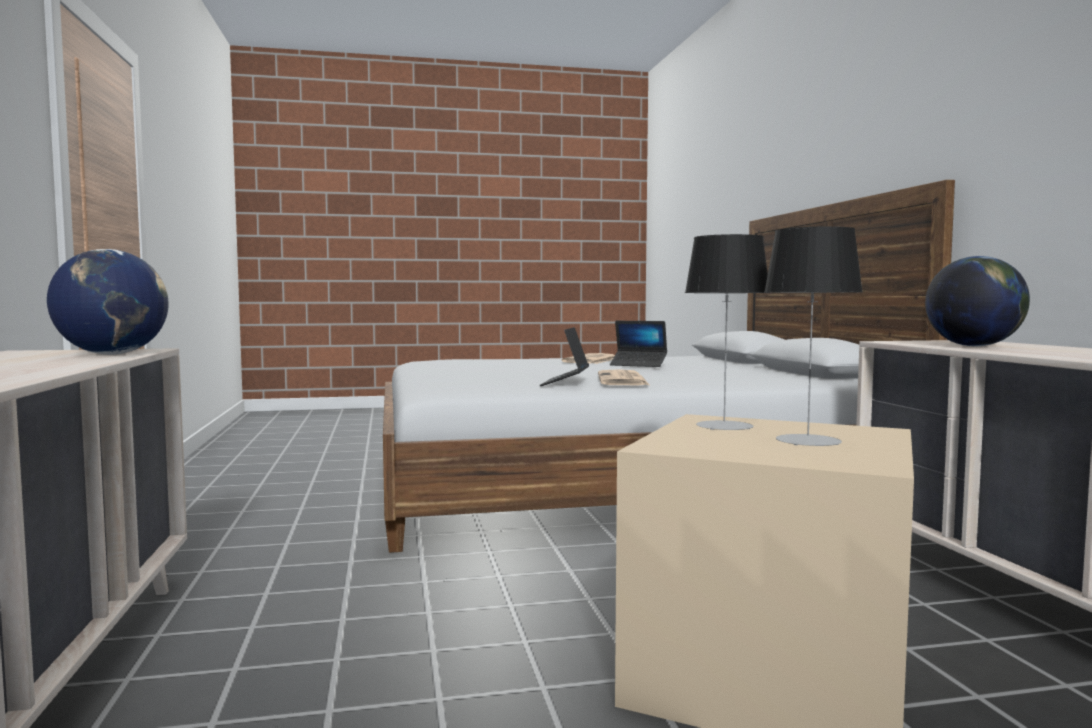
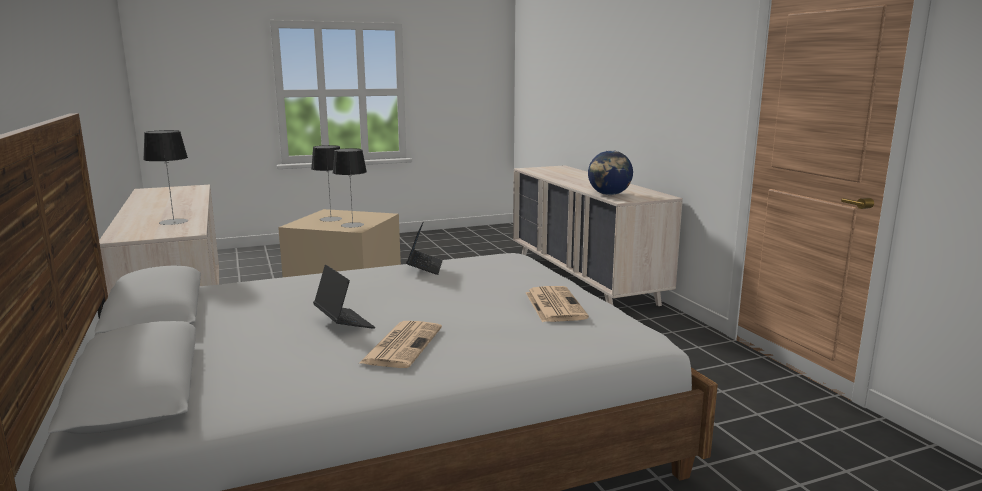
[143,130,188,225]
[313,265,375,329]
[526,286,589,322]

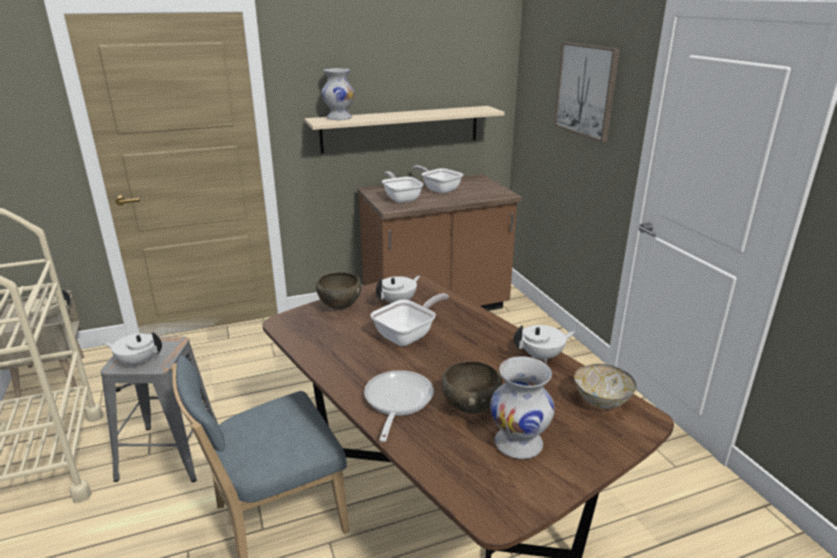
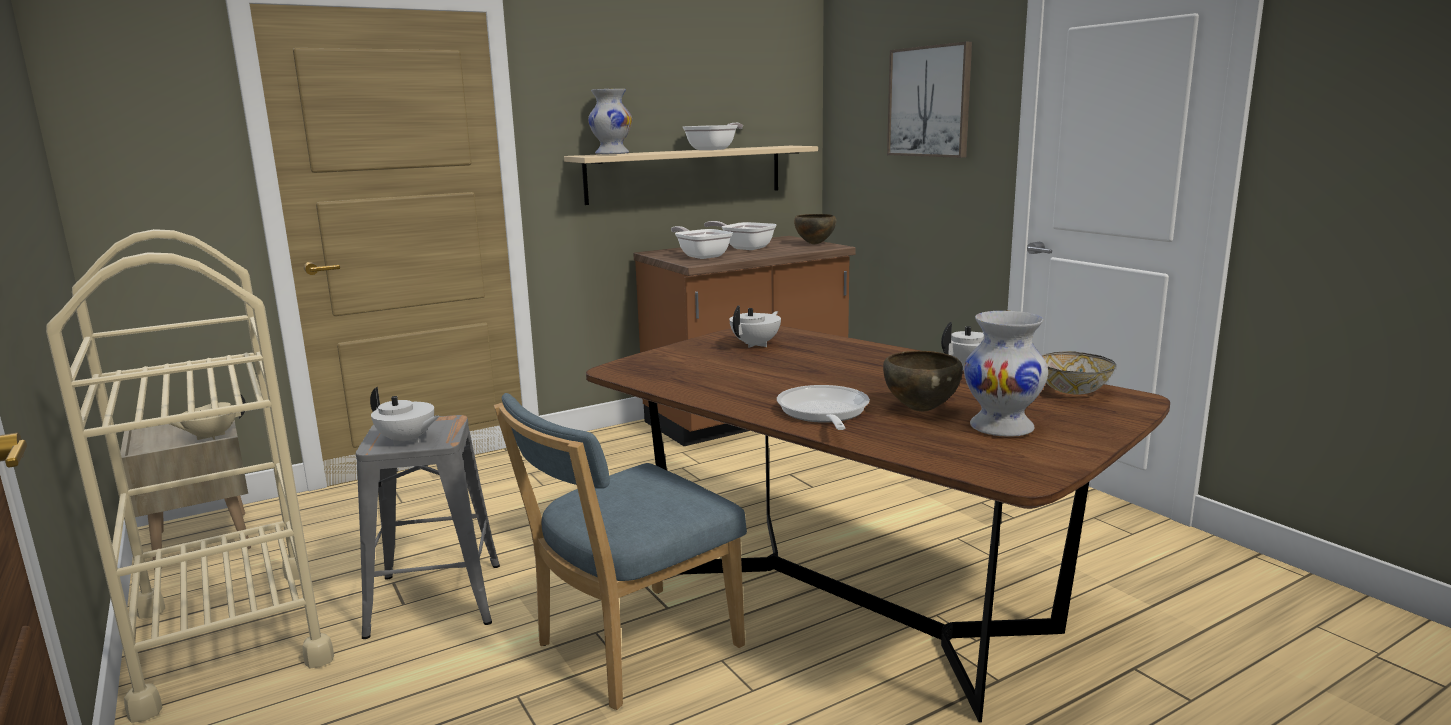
[370,387,439,446]
[683,123,743,150]
[794,214,836,244]

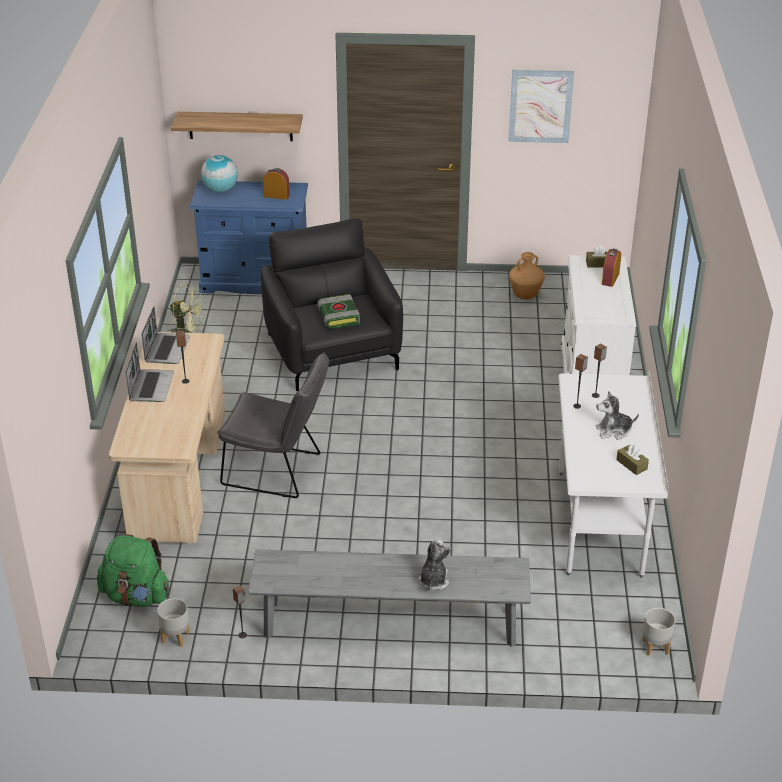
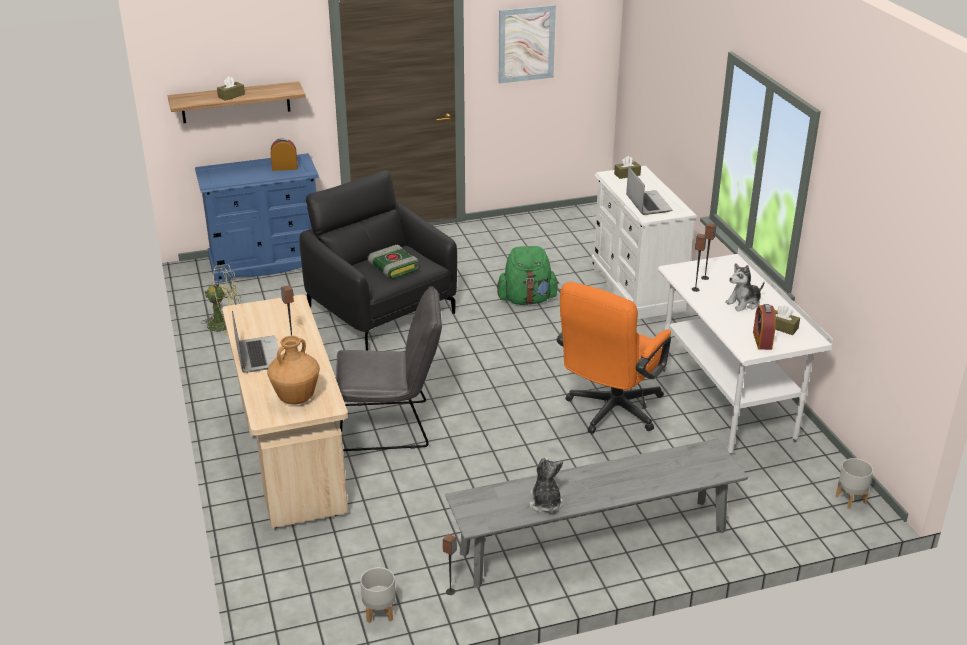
[217,76,245,101]
[267,336,320,404]
[497,246,559,305]
[529,457,563,512]
[557,282,671,434]
[626,166,672,215]
[753,304,776,350]
[201,155,238,192] (first image)

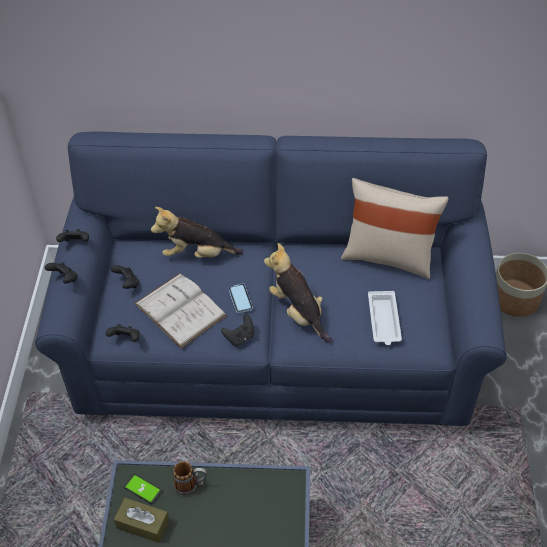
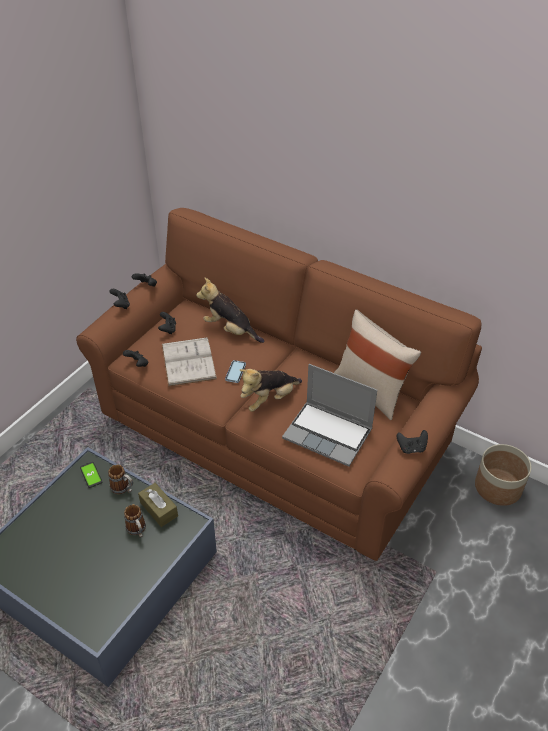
[76,208,482,561]
[124,504,146,537]
[138,483,178,527]
[240,369,302,412]
[282,364,377,467]
[397,430,428,454]

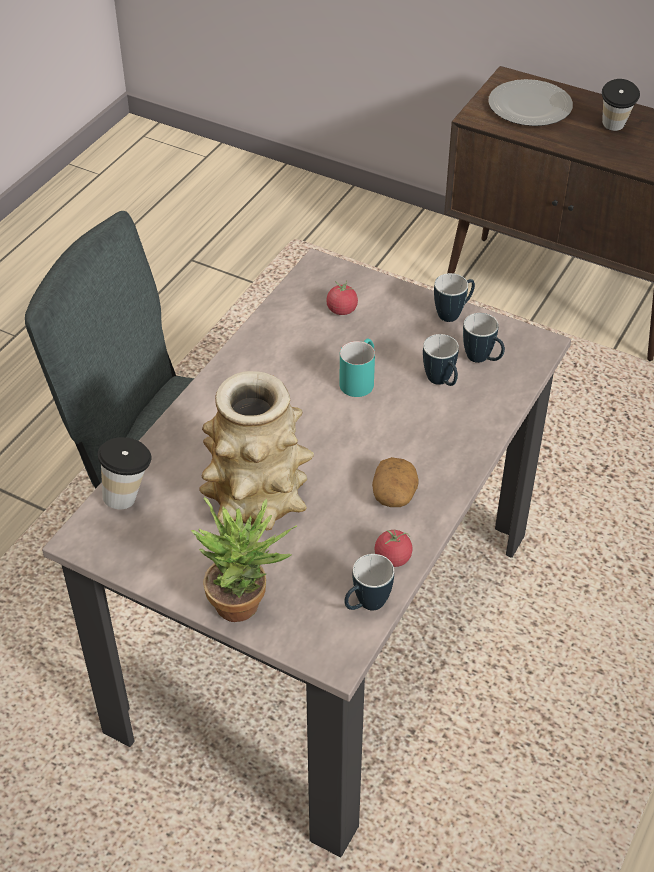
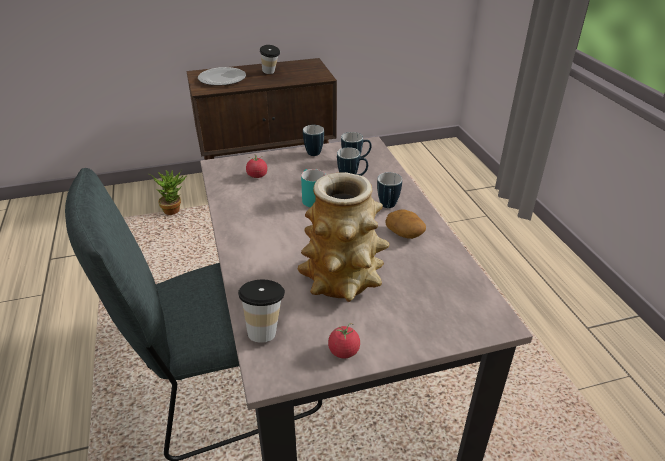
[149,170,186,215]
[328,323,360,358]
[377,172,402,208]

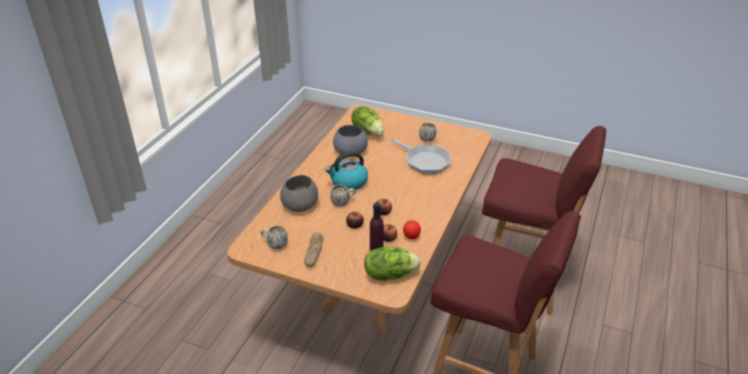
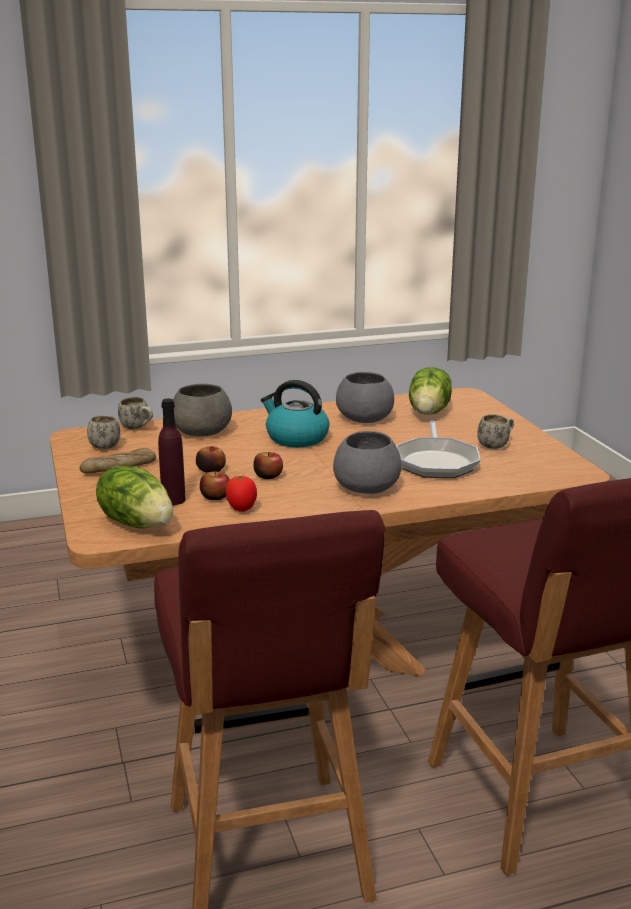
[118,396,153,430]
[333,431,401,494]

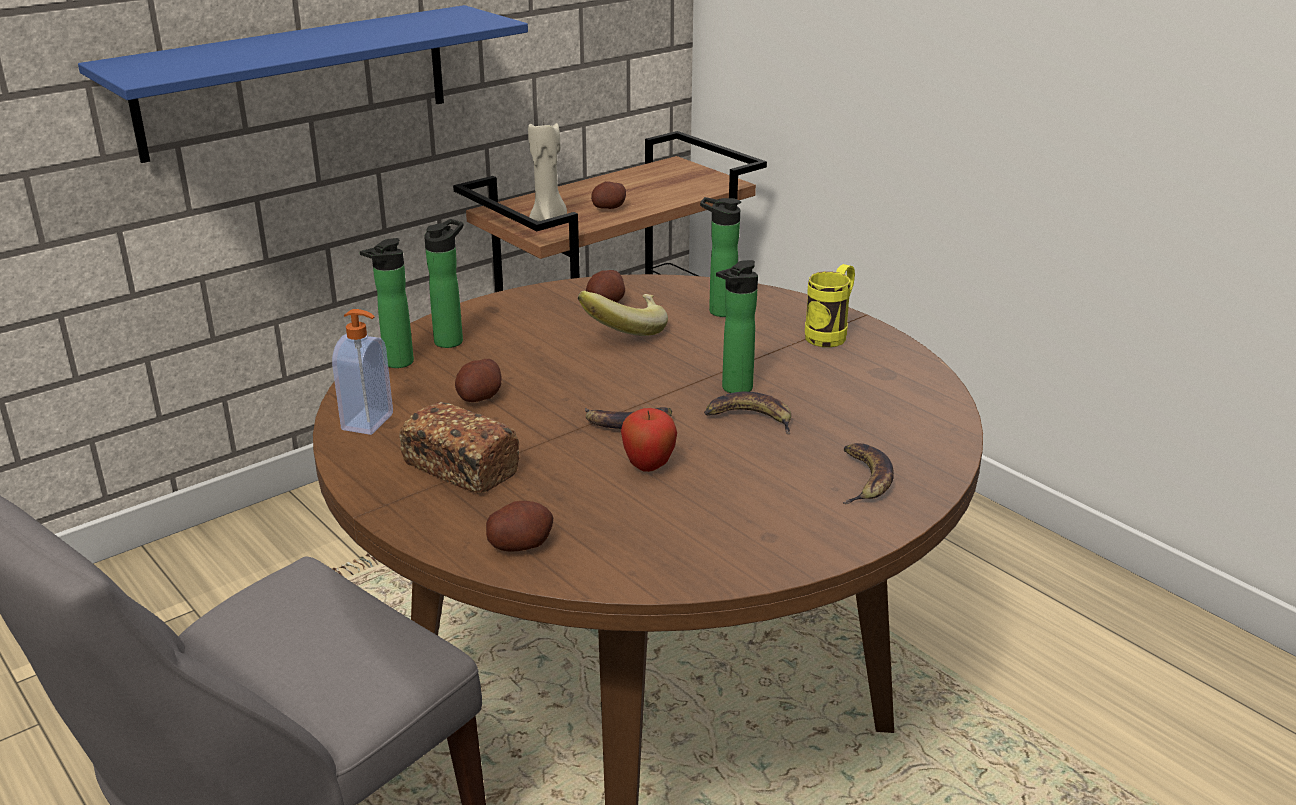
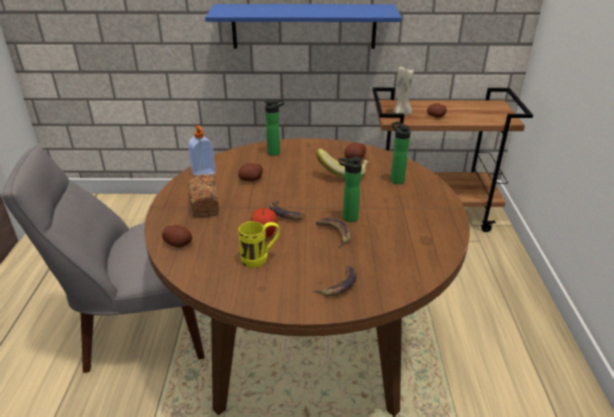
[238,221,280,268]
[360,238,414,368] (first image)

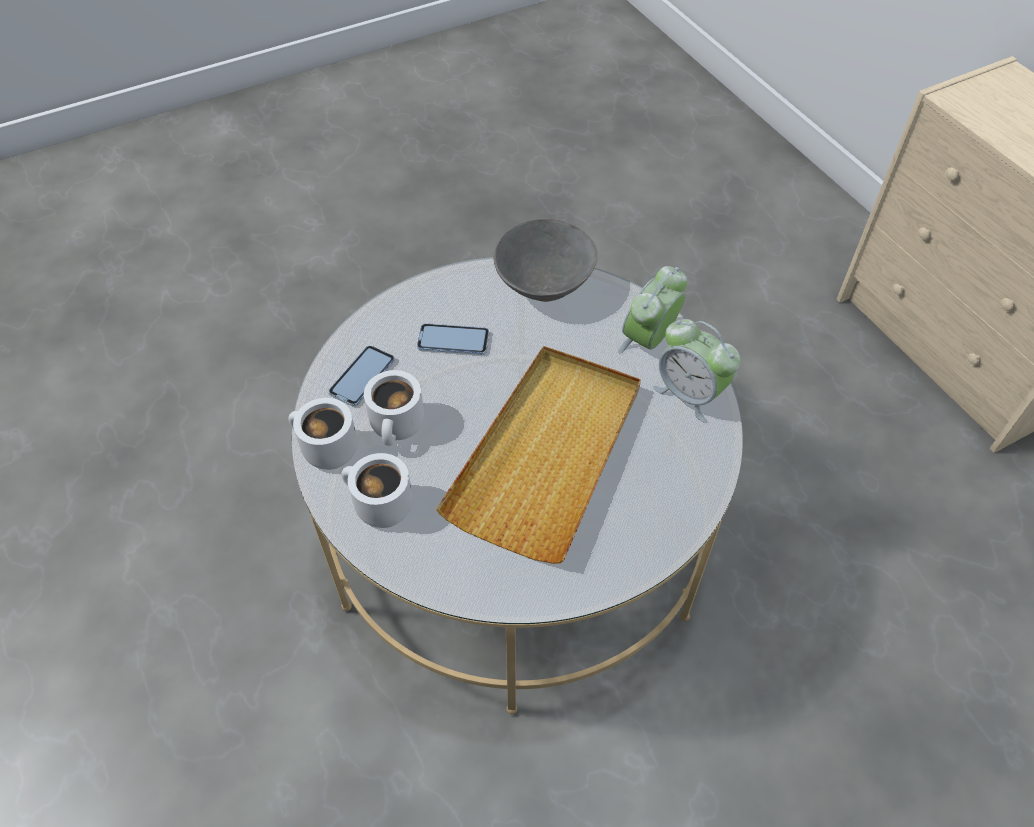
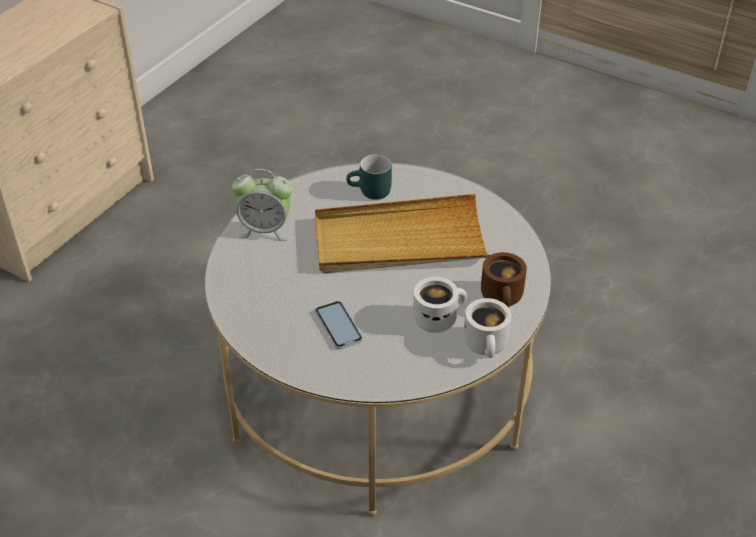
[346,154,392,200]
[481,252,527,308]
[328,346,395,406] (first image)
[493,219,598,302] (first image)
[653,319,741,423] (first image)

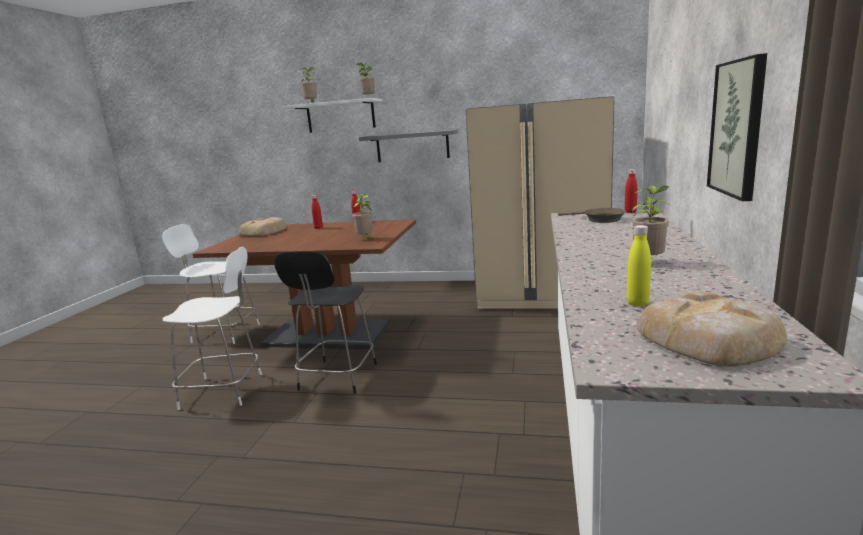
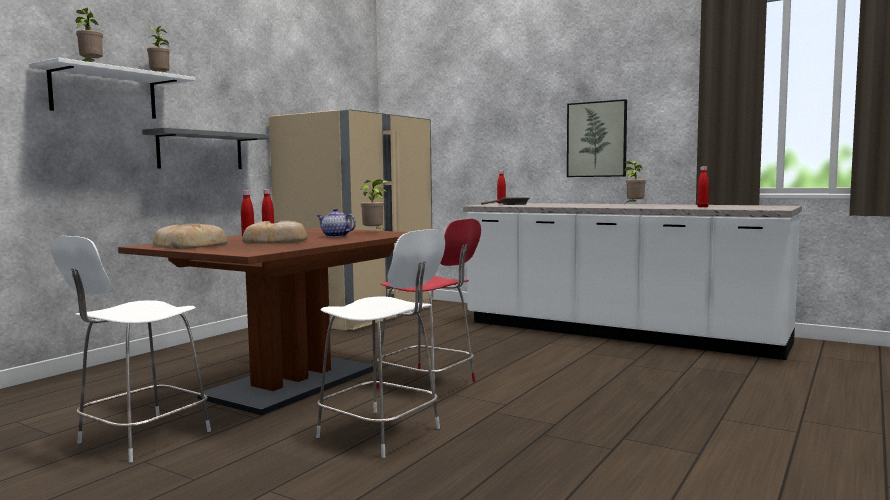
[242,221,308,244]
[316,229,445,458]
[317,208,356,237]
[376,219,481,393]
[697,166,709,207]

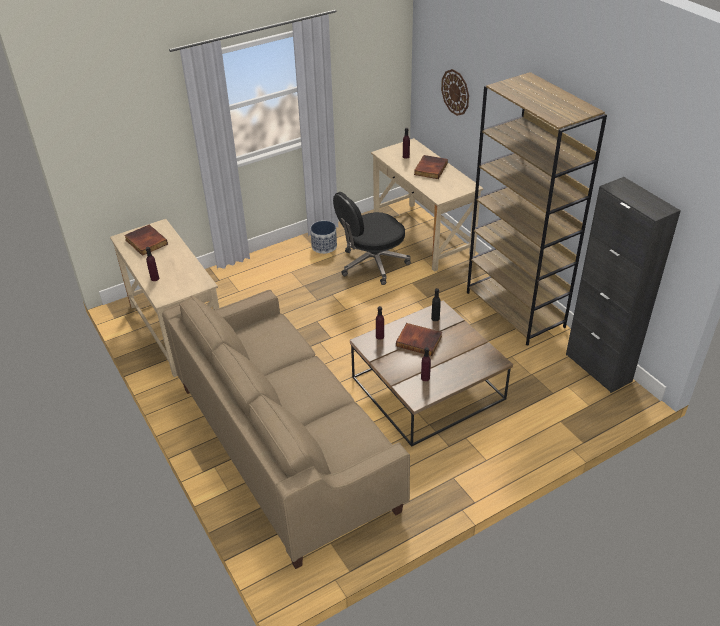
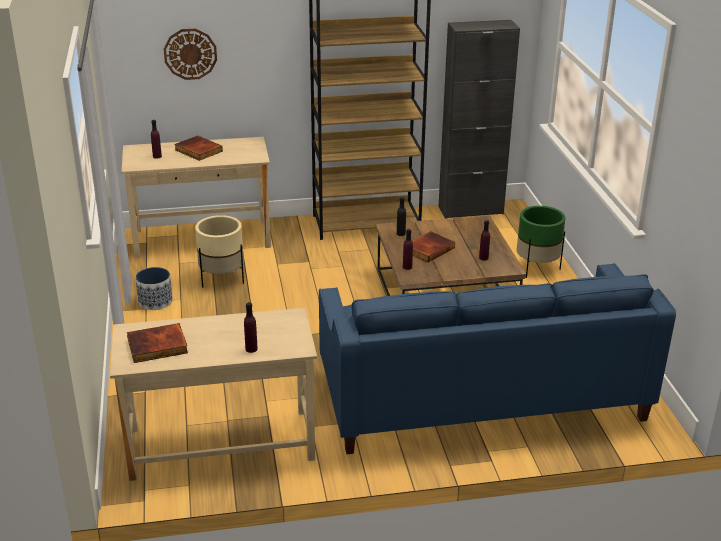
[195,215,244,288]
[319,263,676,454]
[517,206,566,278]

